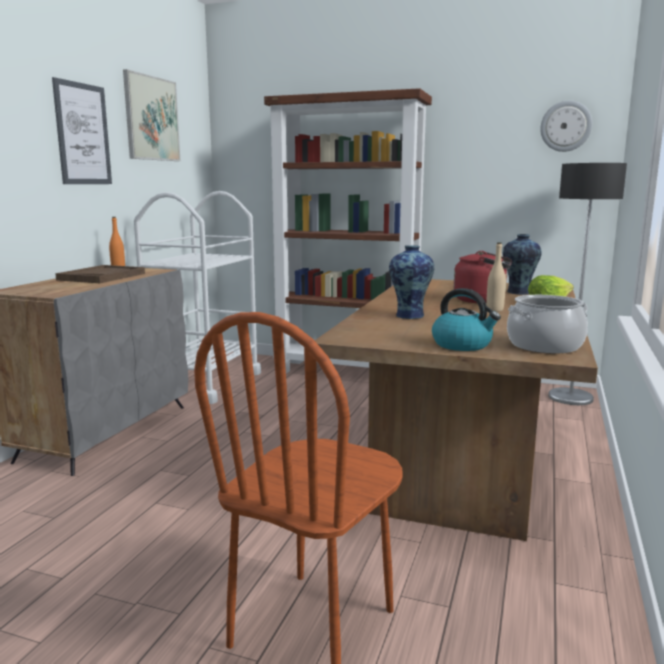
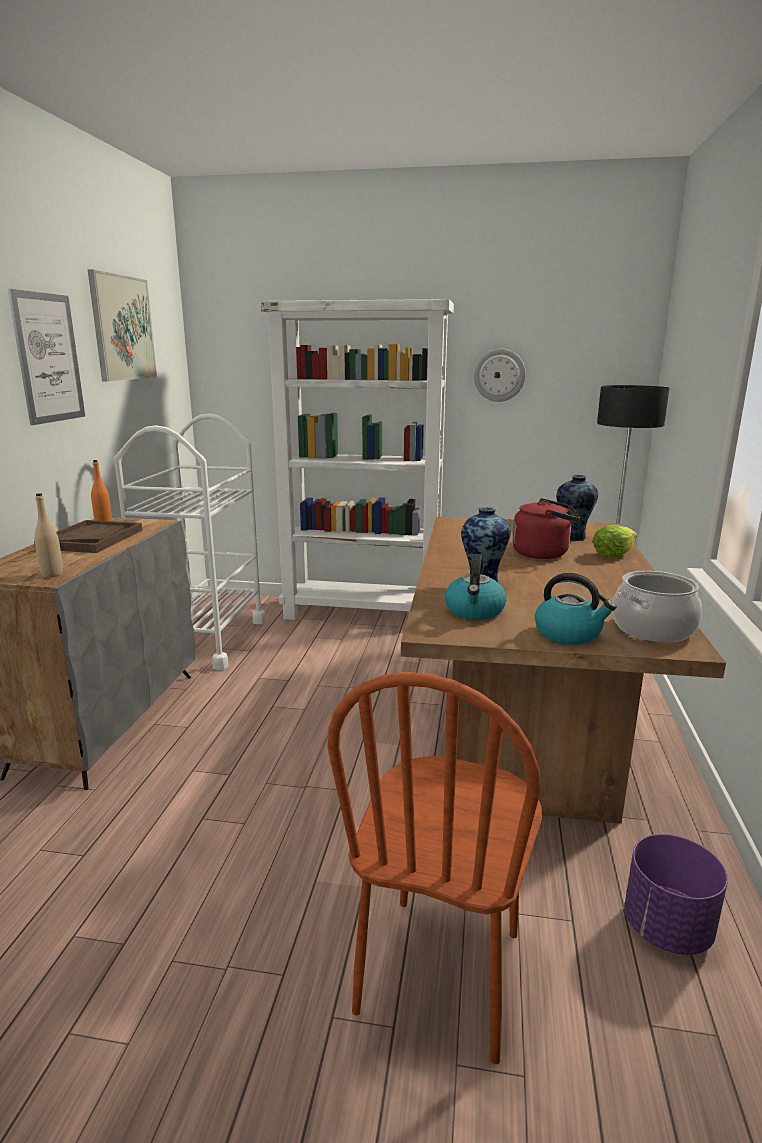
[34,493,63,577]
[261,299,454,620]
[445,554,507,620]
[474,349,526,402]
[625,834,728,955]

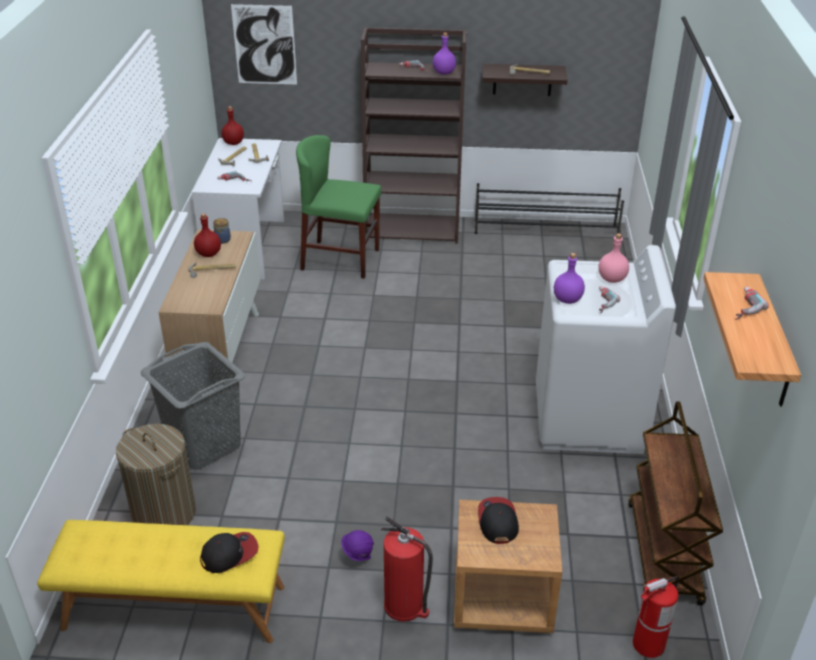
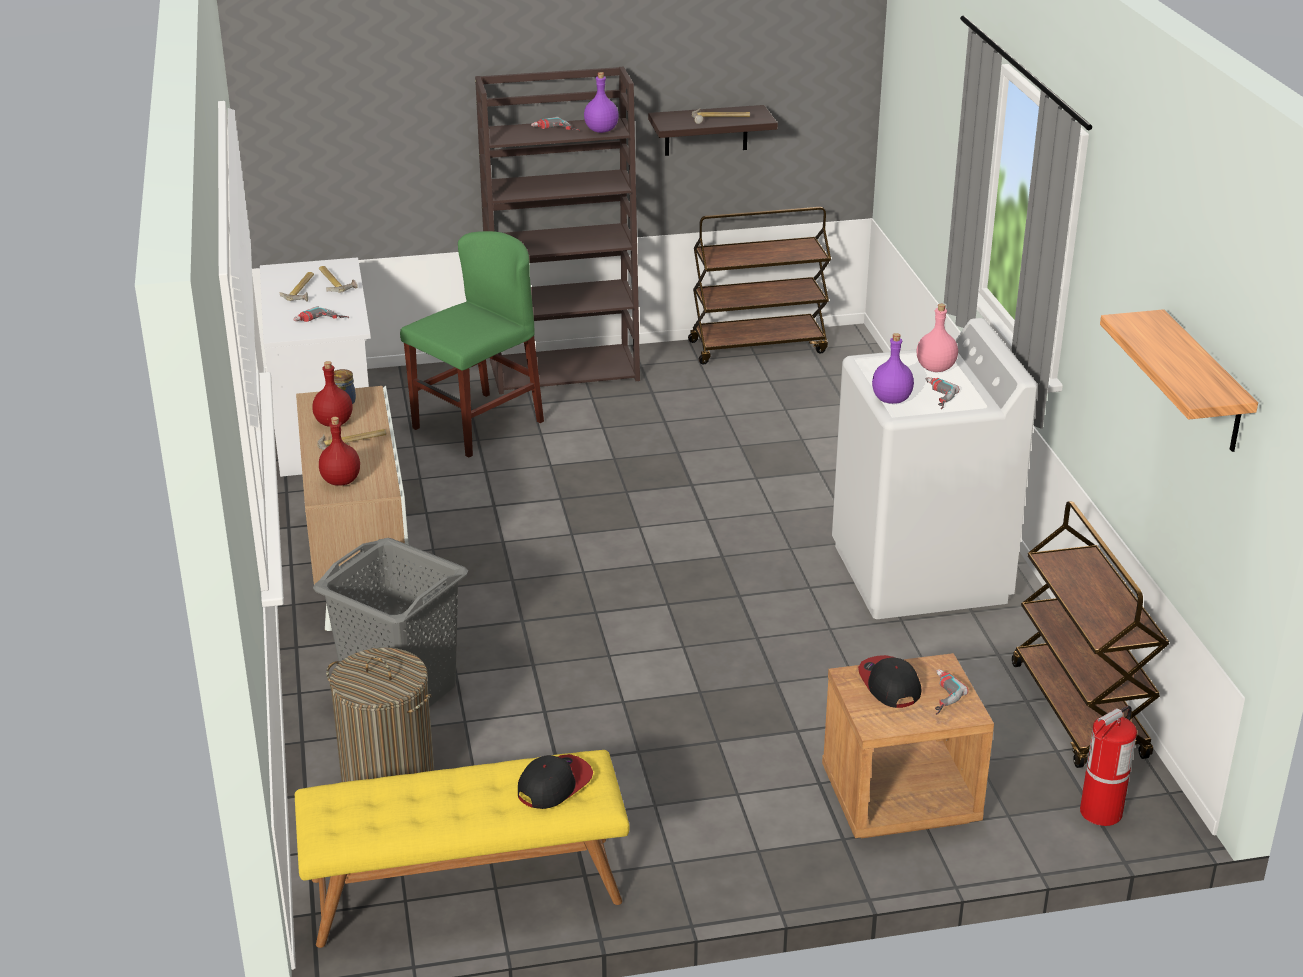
[319,417,360,486]
[400,231,544,458]
[688,207,831,365]
[935,669,968,715]
[231,4,297,84] (first image)
[341,530,374,561] (first image)
[381,517,433,622] (first image)

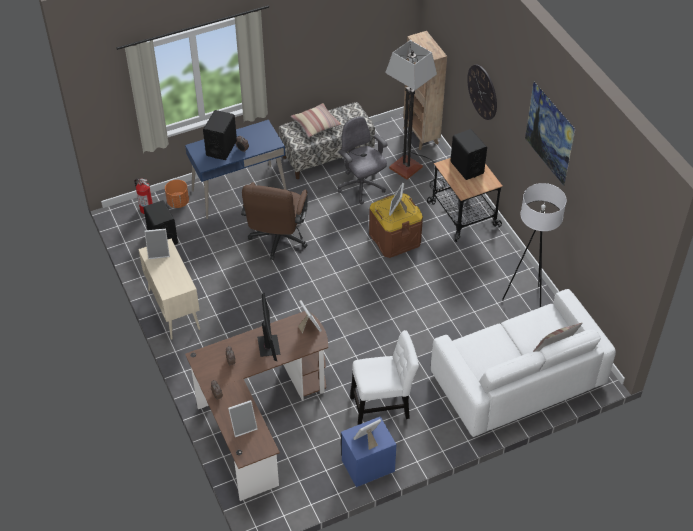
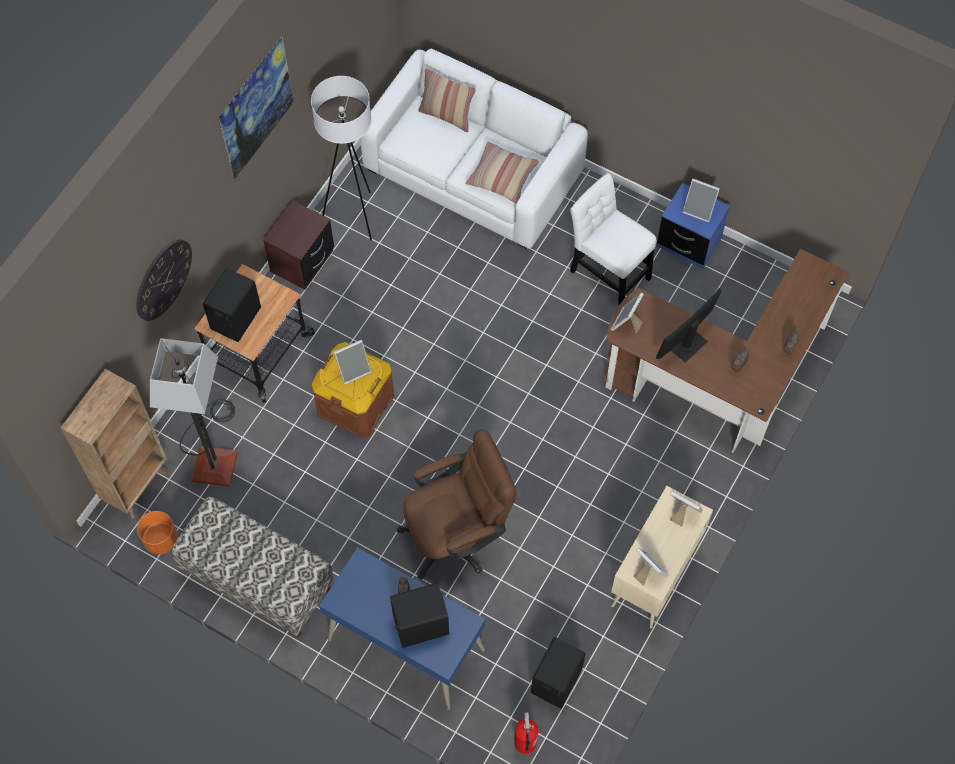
[137,511,178,554]
[263,201,334,290]
[465,142,539,203]
[670,491,702,527]
[338,116,388,204] (first image)

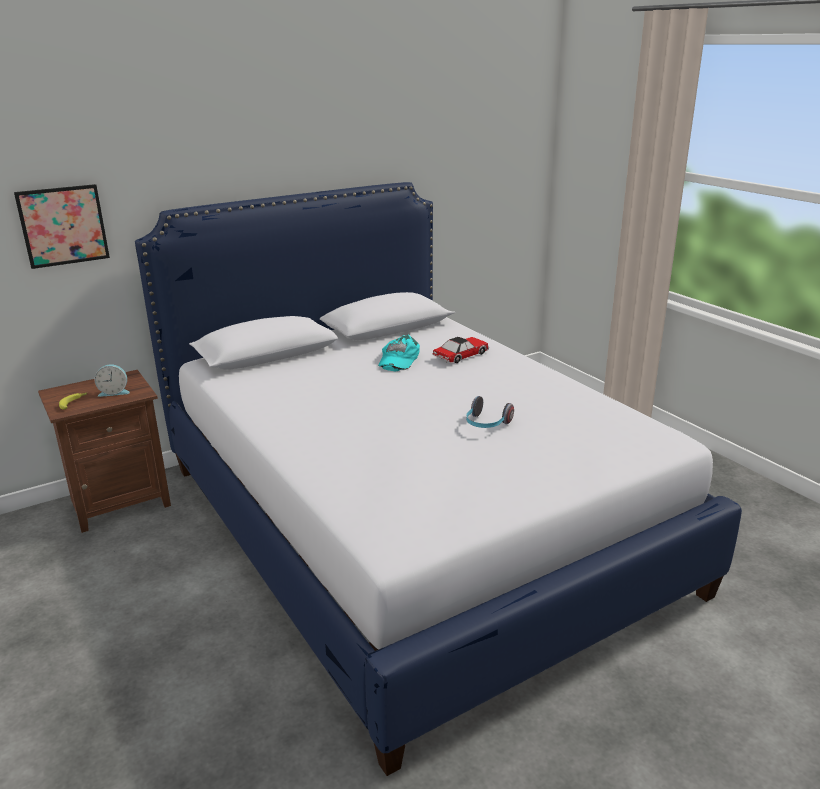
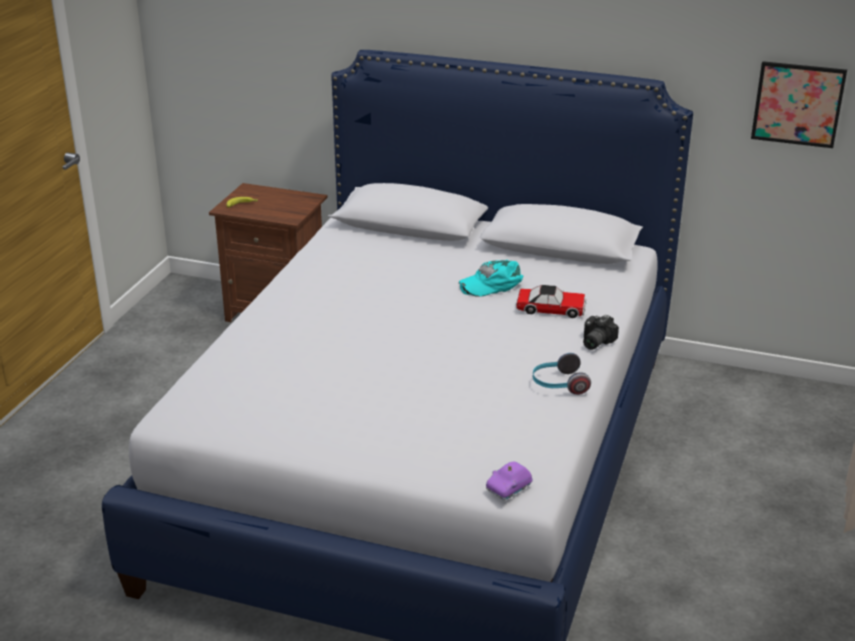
[486,462,533,500]
[533,353,591,395]
[583,315,619,350]
[751,61,847,148]
[95,364,130,397] (first image)

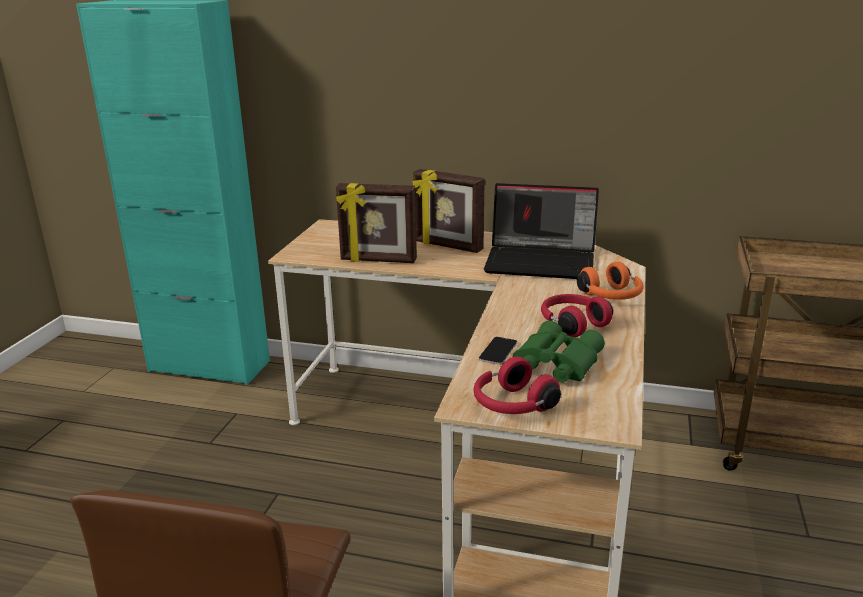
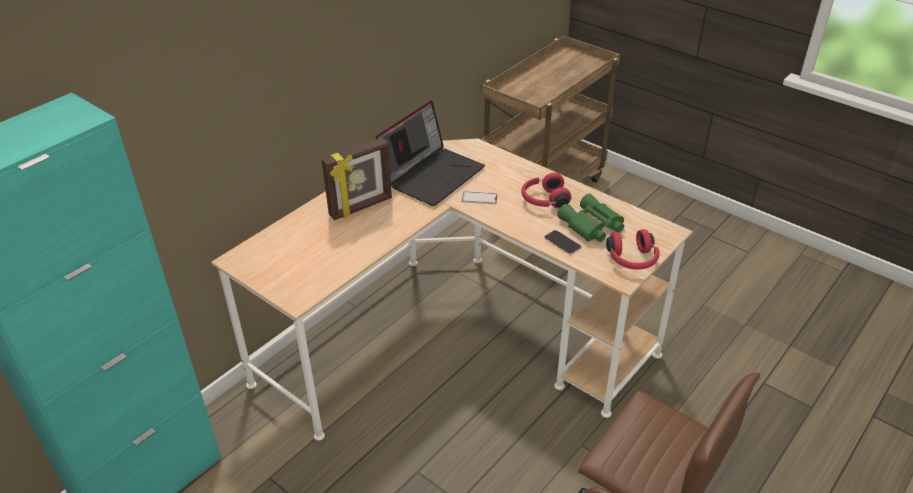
[462,192,498,204]
[336,183,417,263] (first image)
[577,262,644,300] (first image)

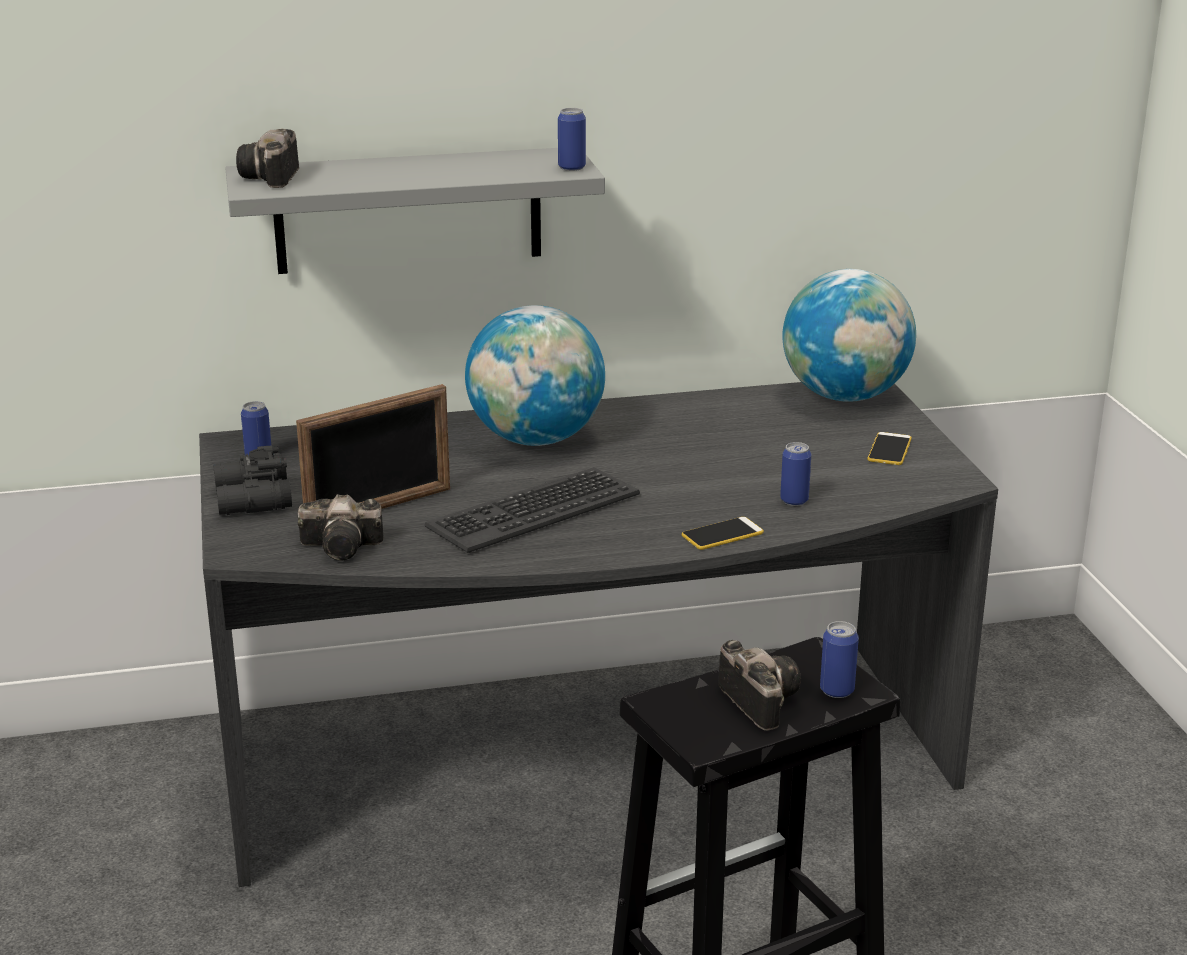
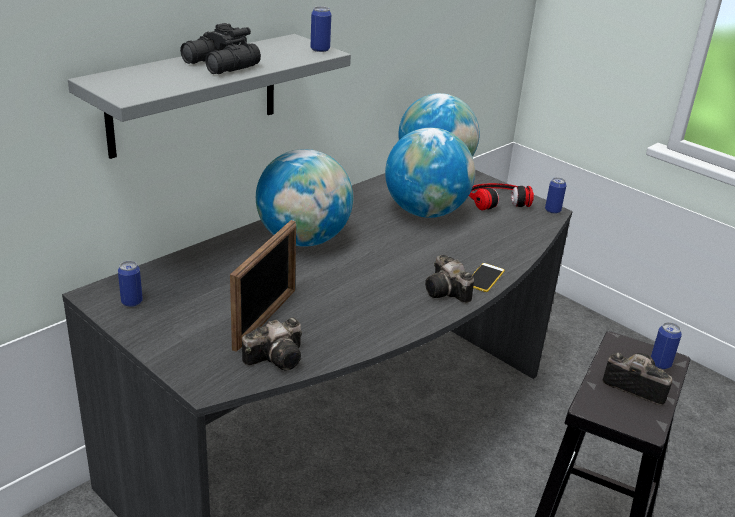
[180,23,261,74]
[385,128,475,218]
[425,255,474,303]
[469,183,534,210]
[545,177,567,214]
[425,467,640,553] (first image)

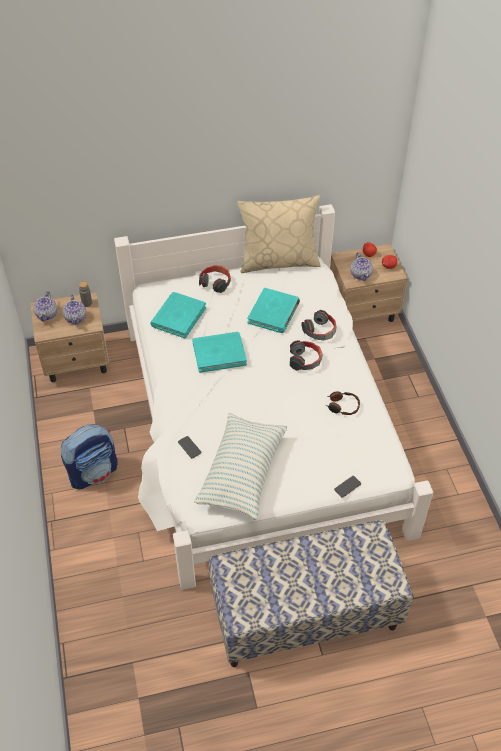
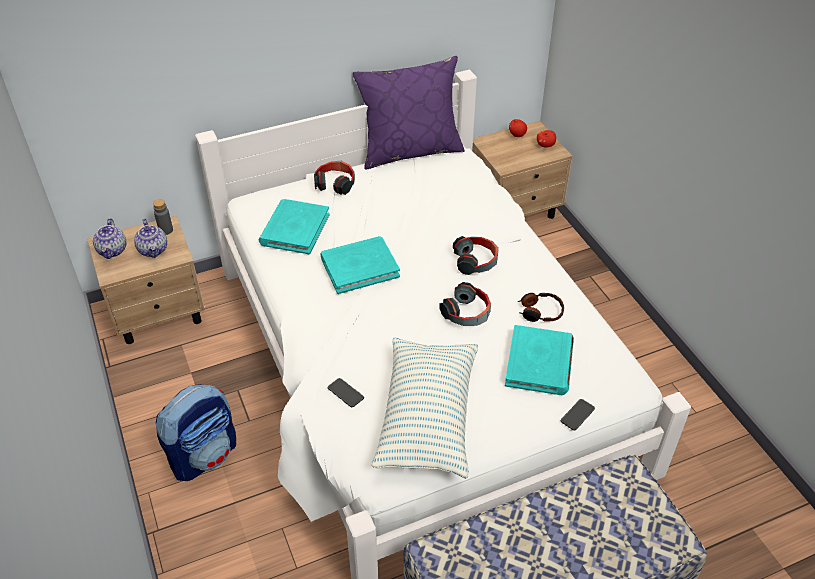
[353,56,465,170]
[439,282,491,326]
[505,325,574,395]
[351,252,373,281] (first image)

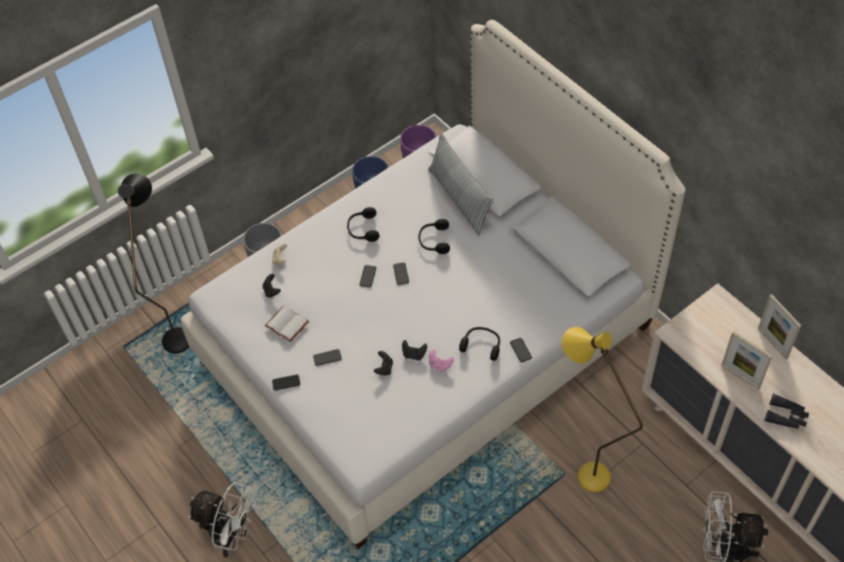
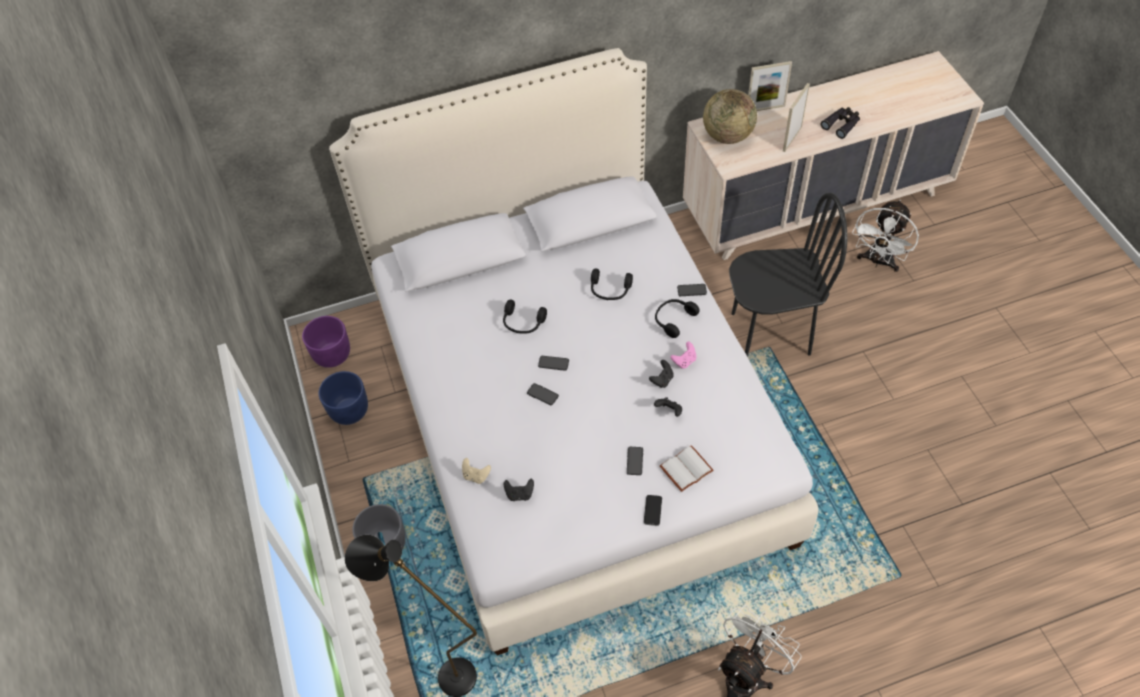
[591,269,633,300]
[660,445,714,492]
[703,89,757,144]
[729,193,847,357]
[783,83,810,152]
[428,133,494,236] (first image)

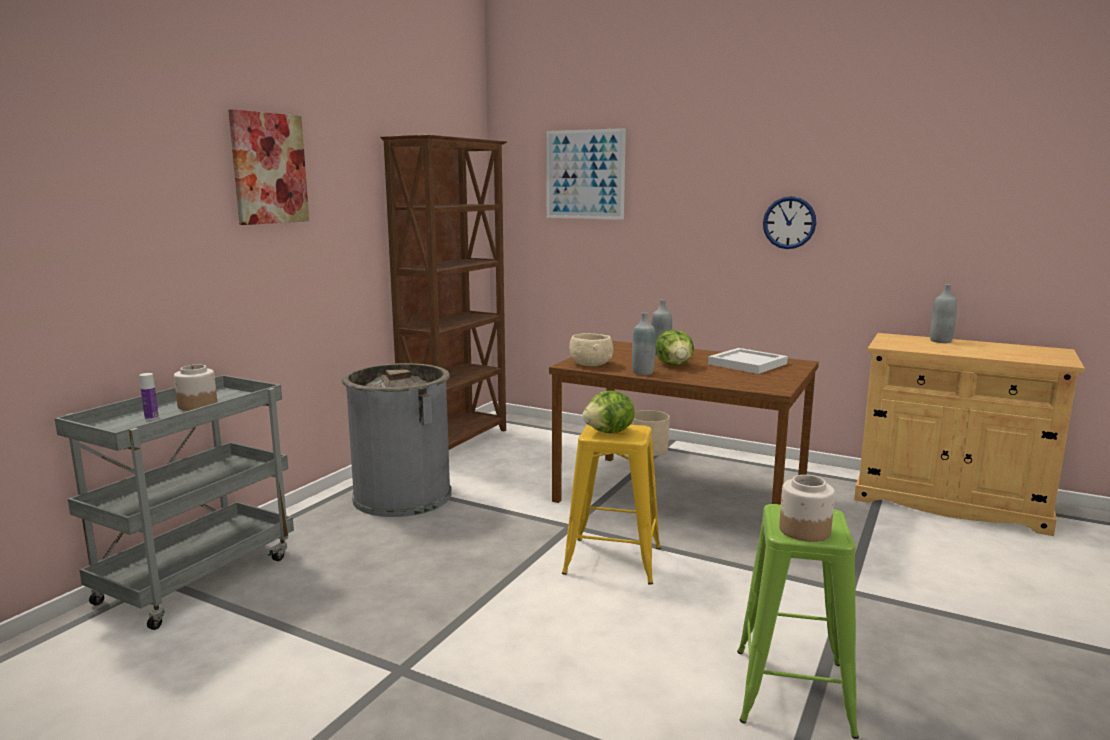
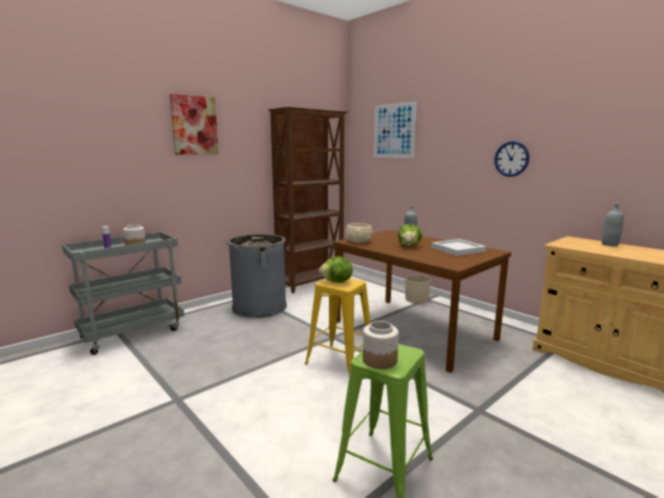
[632,312,655,375] (first image)

